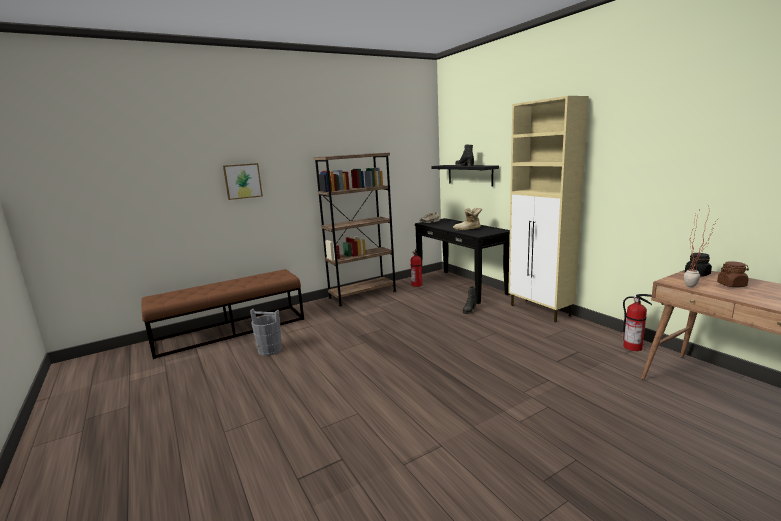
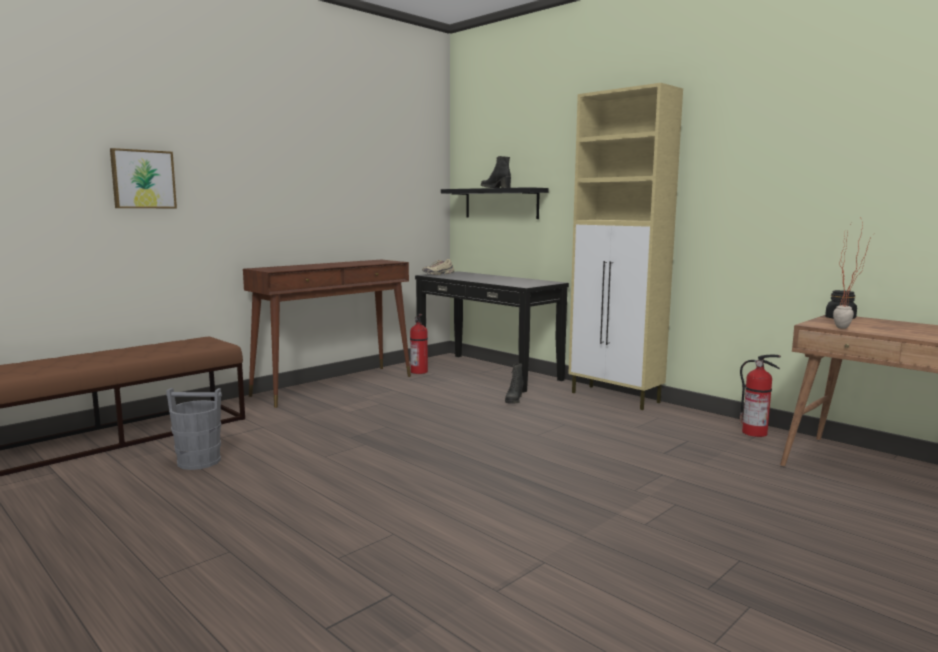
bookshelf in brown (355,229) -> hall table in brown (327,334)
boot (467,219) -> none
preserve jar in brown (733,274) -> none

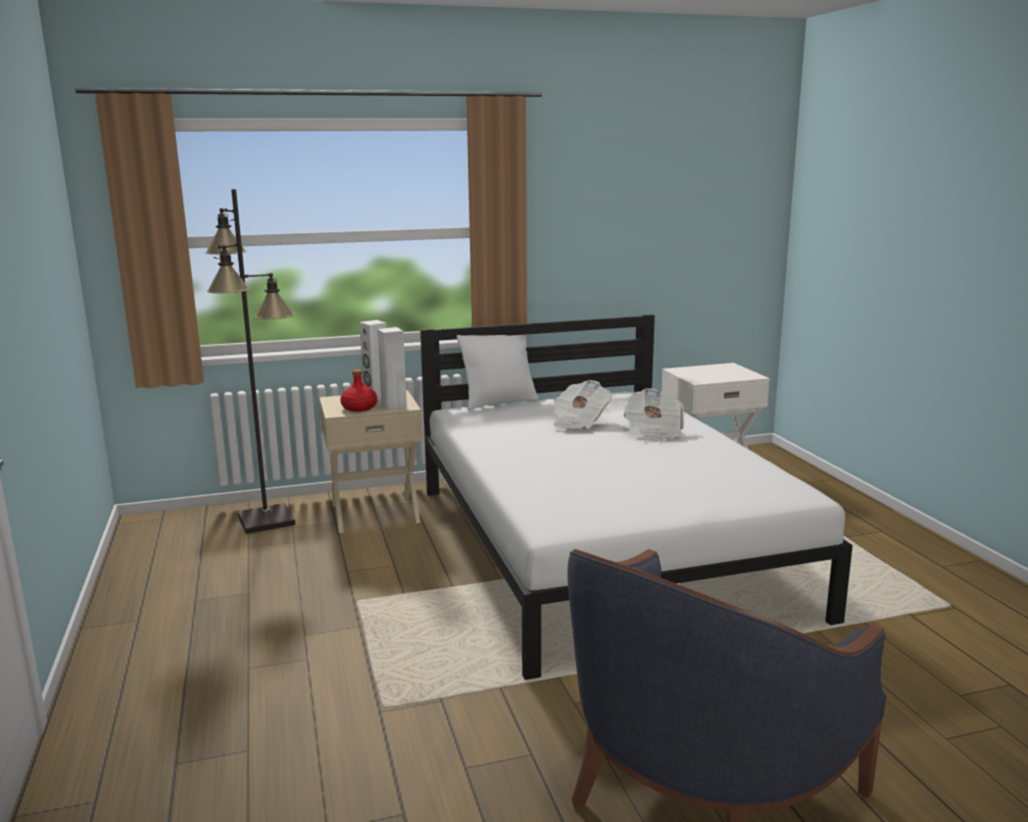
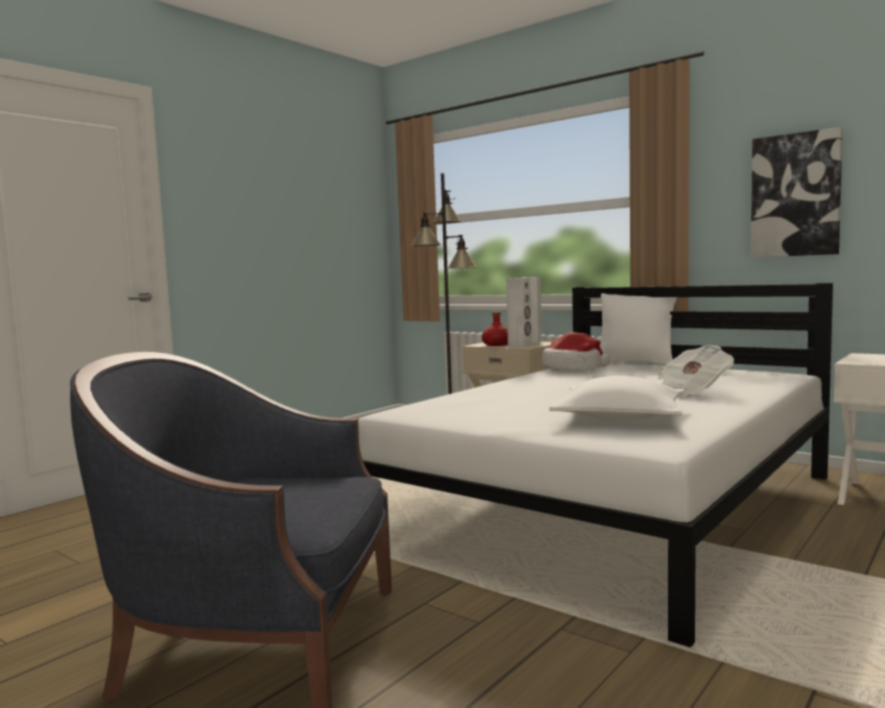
daily paper (582,404) -> none
none -> clothing hat (576,351)
none -> pillow in white (617,398)
none -> picture (797,192)

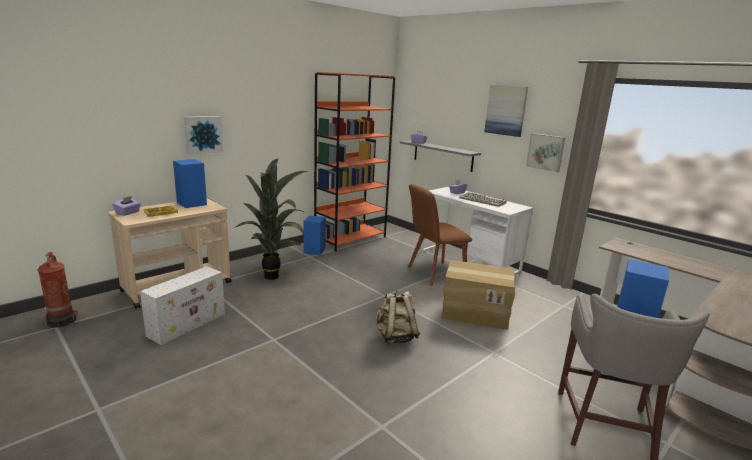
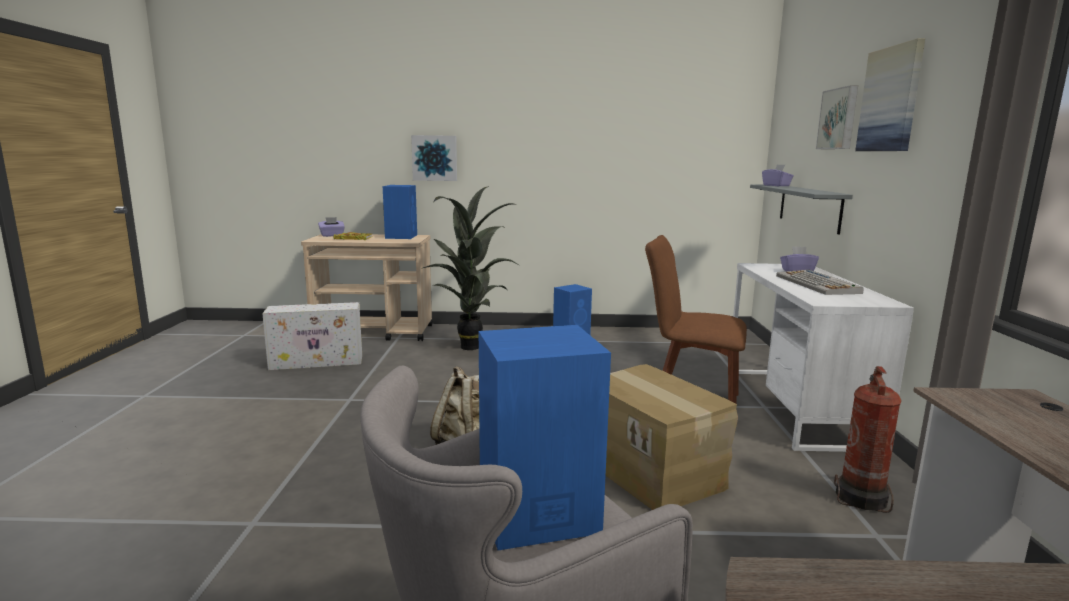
extinguisher (58,290) -> extinguisher (868,439), move
bookshelf in orange (354,161) -> none
picture (546,152) -> picture (837,117), move

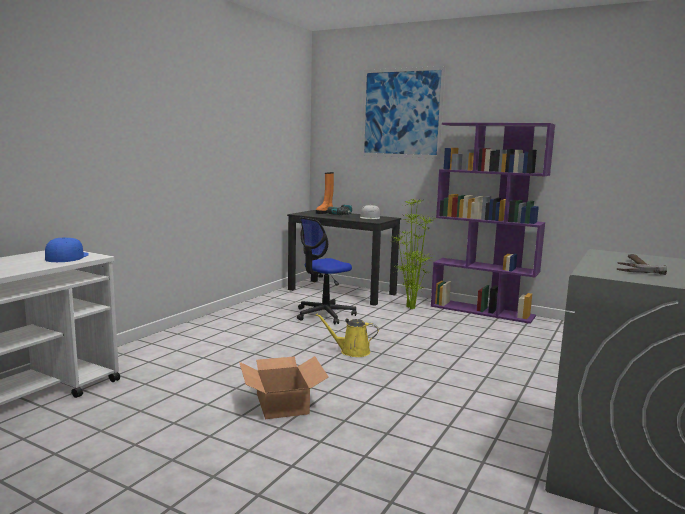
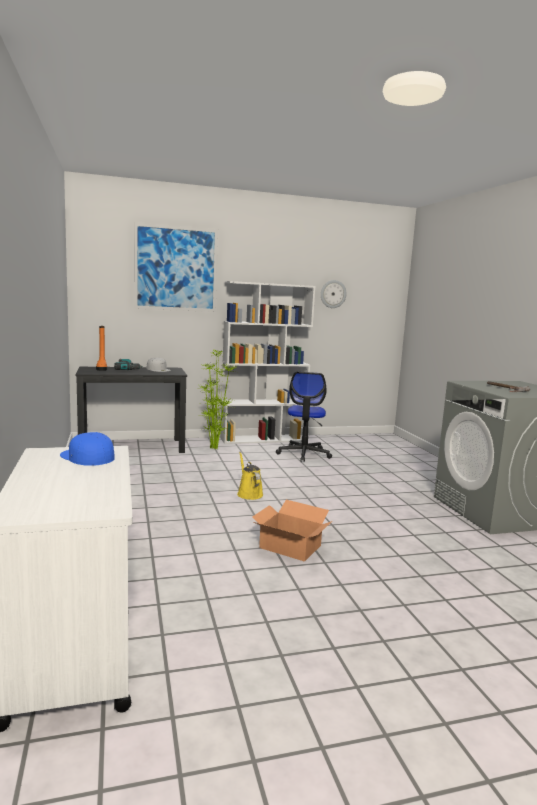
desk chair (327,270) -> desk chair (304,417), move
watering can in yellowish (347,335) -> watering can in yellowish (250,476), 105 degrees clockwise
bookshelf in purplish (493,223) -> bookshelf in white (267,362)
none -> hanging clock (333,294)

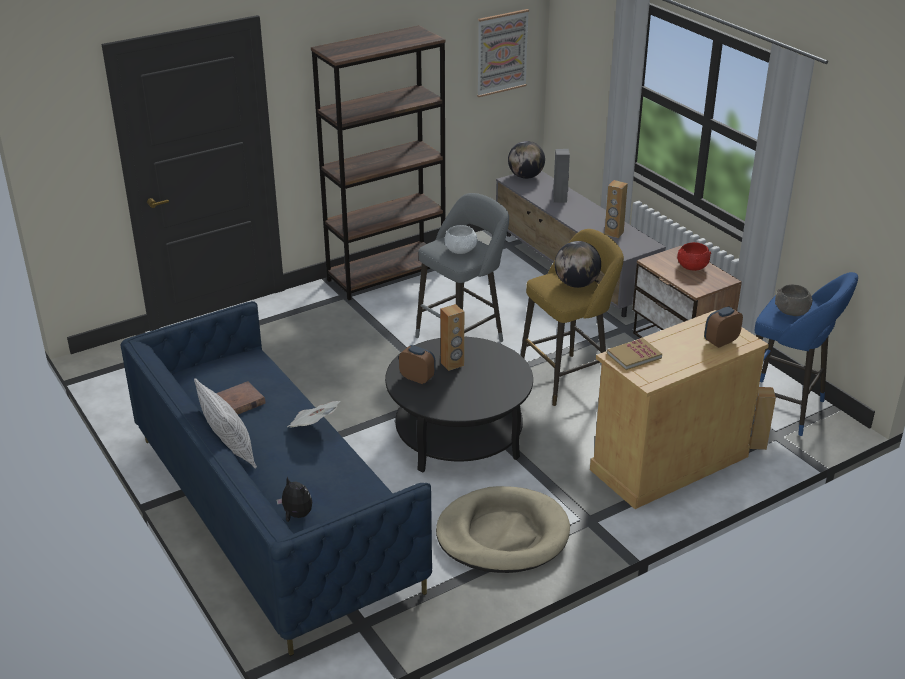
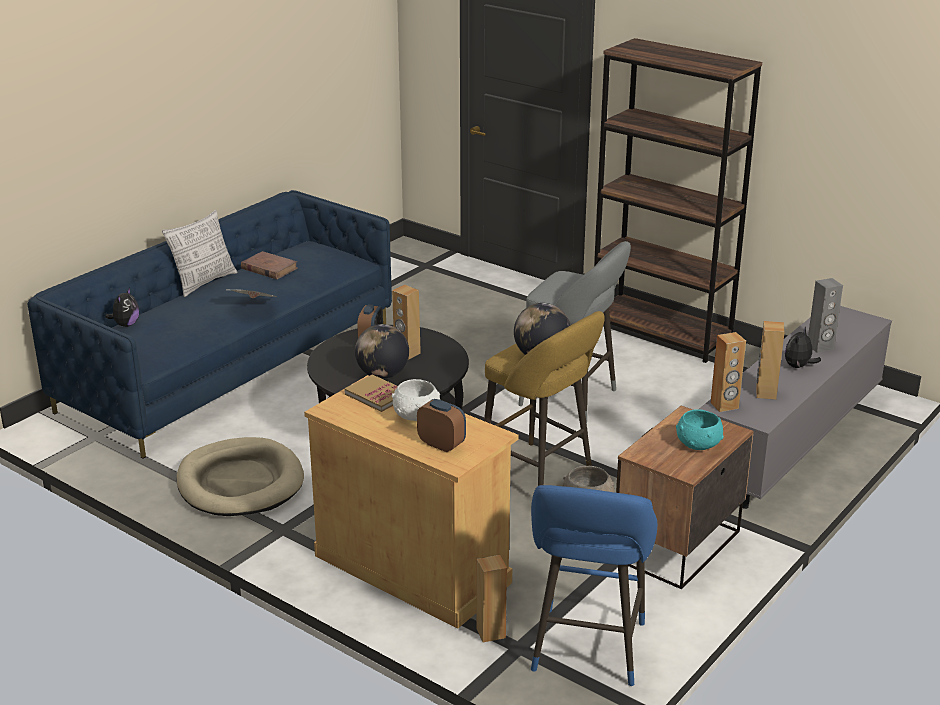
deep dish in white (461,239) -> deep dish in white (416,400), move
picture (503,53) -> none
desk globe (526,160) -> desk globe (382,351), move
deep dish in red-coloured (694,256) -> deep dish in turquoise-coloured (700,430)
none -> audio speaker in brown (728,372)
none -> cuddly toy (803,347)

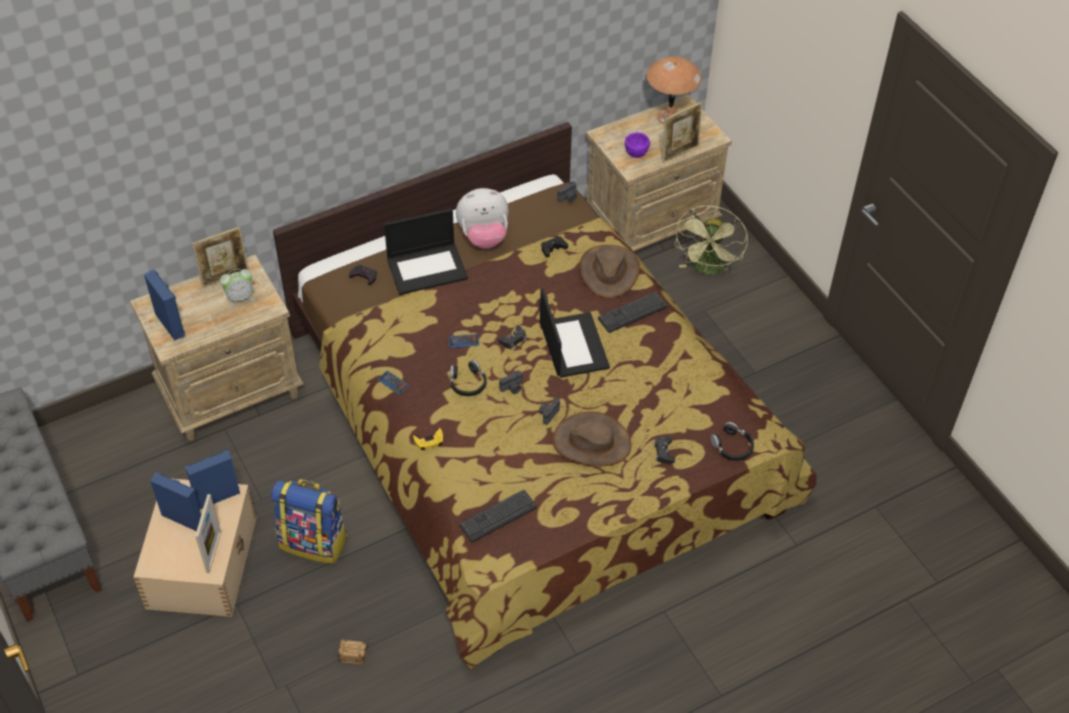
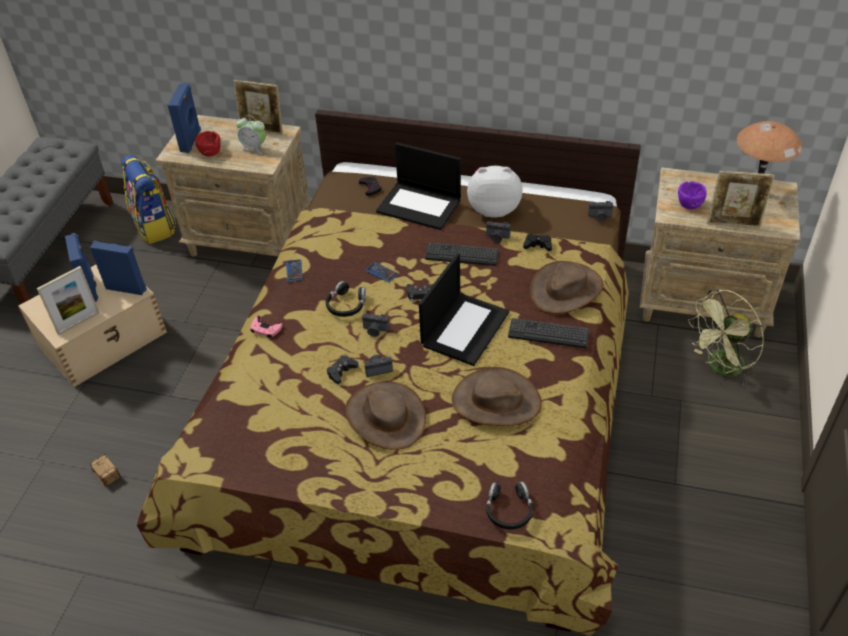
rucksack (309,521) -> rucksack (148,199), move
game controller in yellowish (428,439) -> game controller in pink (266,327)
cuddly toy (482,218) -> cuddly toy (495,192), 150 degrees clockwise
computer keyboard (498,516) -> computer keyboard (462,254), move
game controller in blackish (664,450) -> game controller in blackish (343,369), move
none -> deep dish in red-coloured (208,144)
none -> clothing hat in brown (497,396)
none -> still camera (498,232)

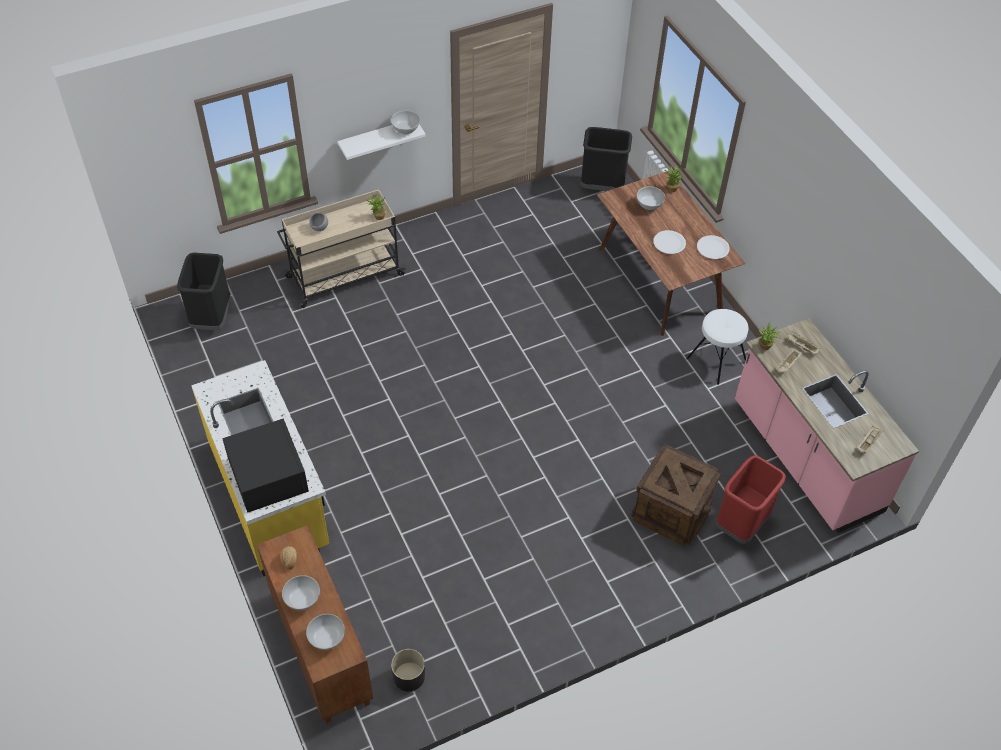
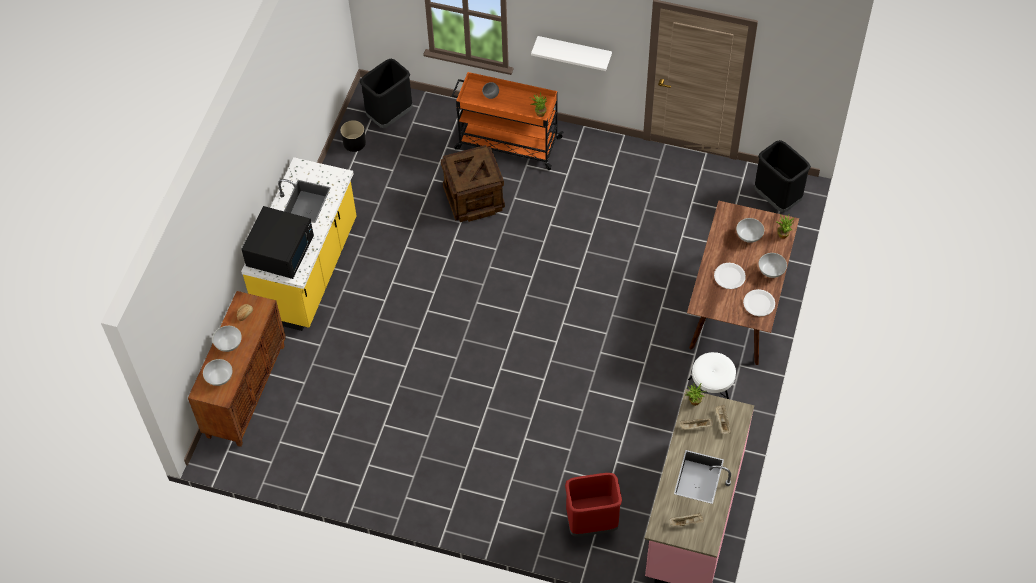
cart in sand-coloured (341,248) -> cart in orange (508,121)
deep dish in white (405,122) -> deep dish in white (773,265), move
planter in blackish (408,670) -> planter in blackish (353,136), move
packing crate (676,495) -> packing crate (473,183), move

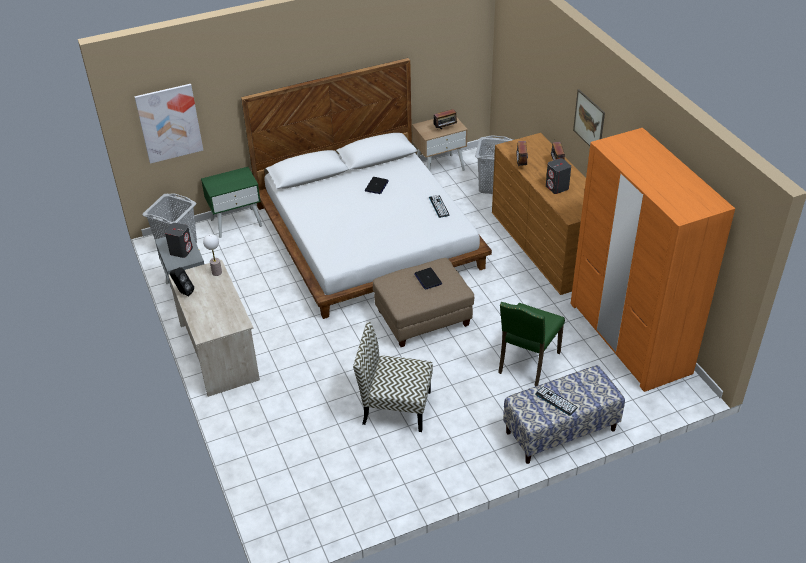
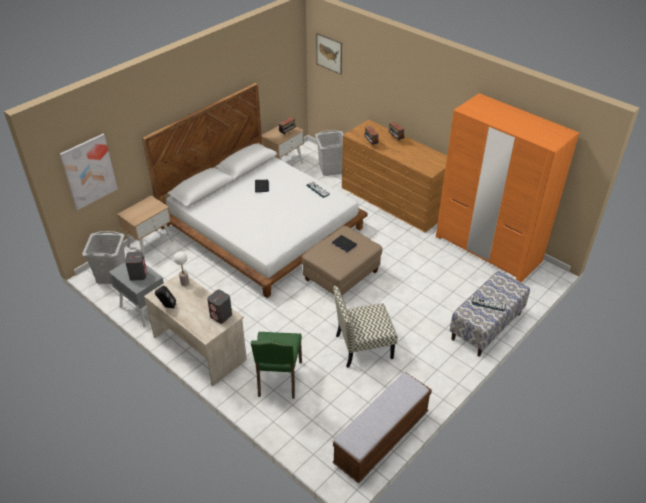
bedside table in green-coloured (231,202) -> bedside table in sand-coloured (145,227)
upright chair in green-coloured (531,344) -> upright chair in green-coloured (276,365), move
audio speaker in grey (558,176) -> audio speaker in grey (219,306), move
picture (589,117) -> picture (329,54), move
none -> bench (382,427)

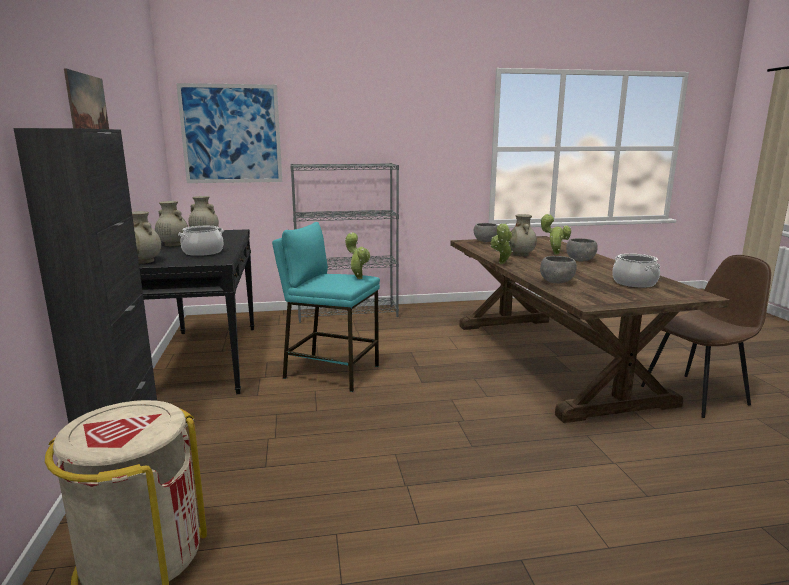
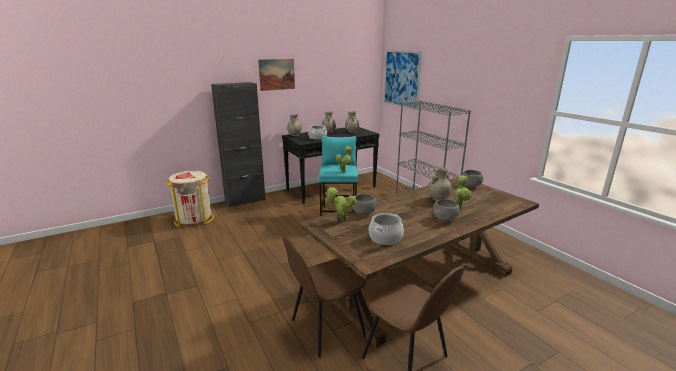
plant in a pot (501,243) -> plant in a pot (340,204), move
none -> upright chair in brown (324,296)

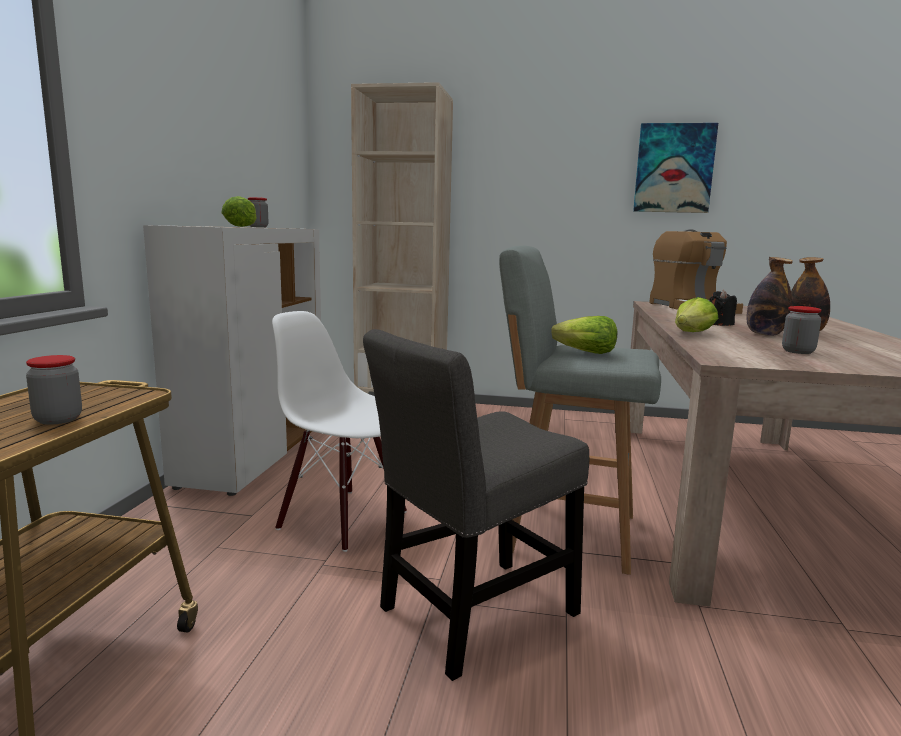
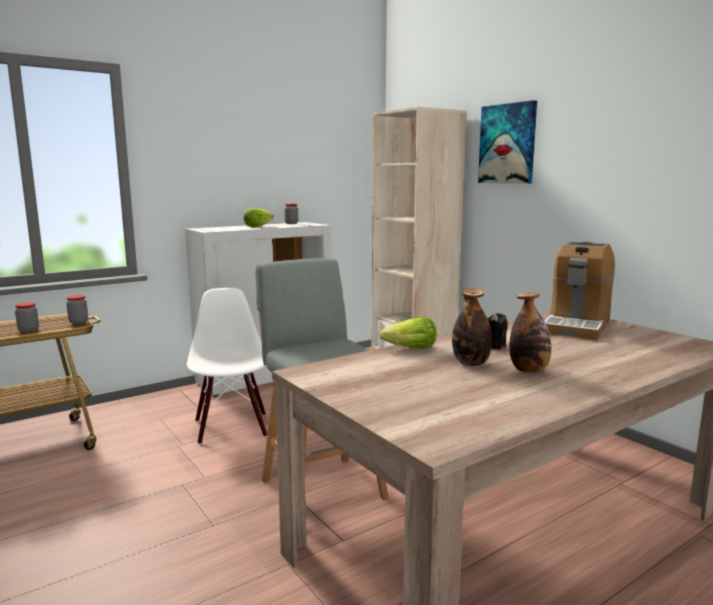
upright chair in grey (476,505) -> none
lettuce head (584,335) -> none
picture (675,168) -> picture (507,142), move
preserve jar (802,330) -> preserve jar (77,309), move

